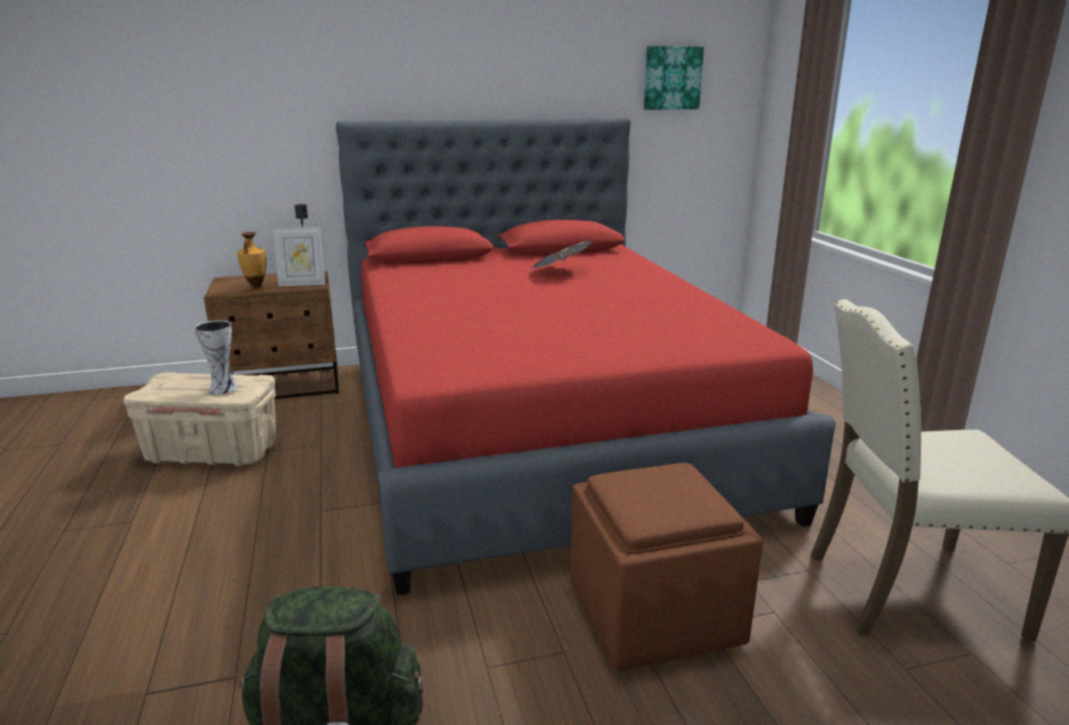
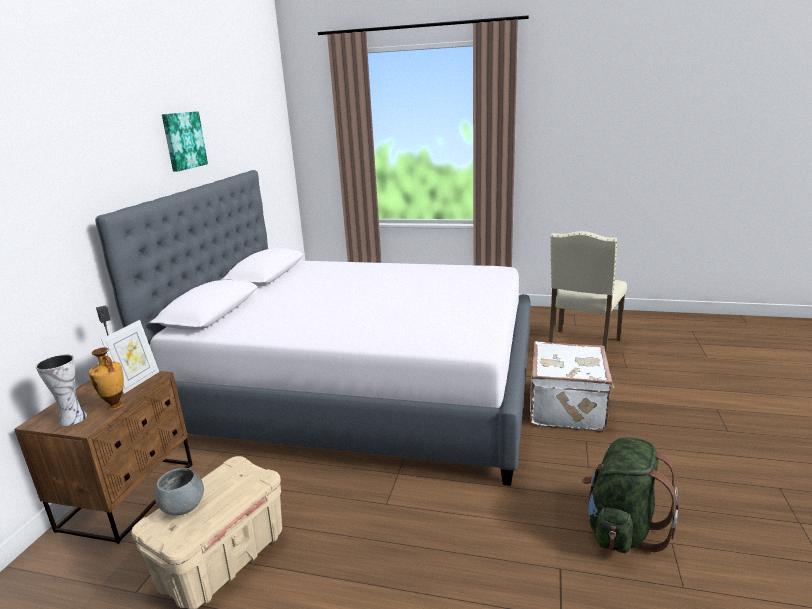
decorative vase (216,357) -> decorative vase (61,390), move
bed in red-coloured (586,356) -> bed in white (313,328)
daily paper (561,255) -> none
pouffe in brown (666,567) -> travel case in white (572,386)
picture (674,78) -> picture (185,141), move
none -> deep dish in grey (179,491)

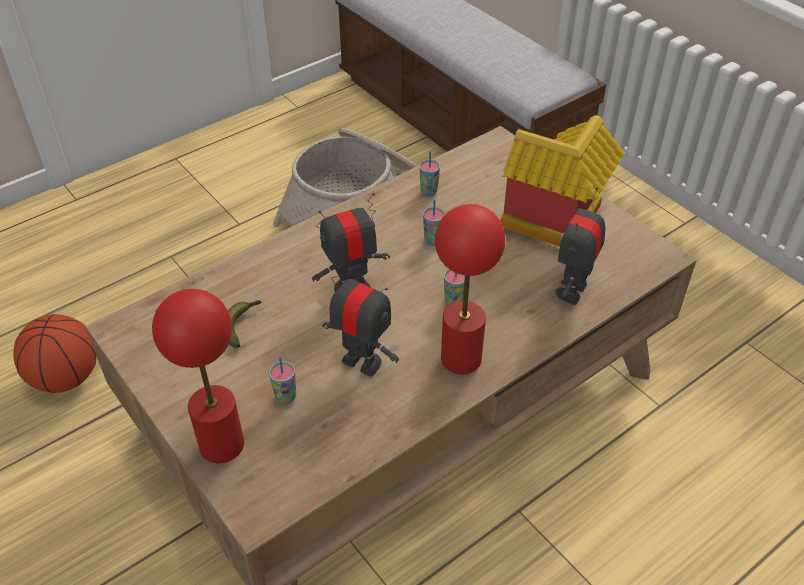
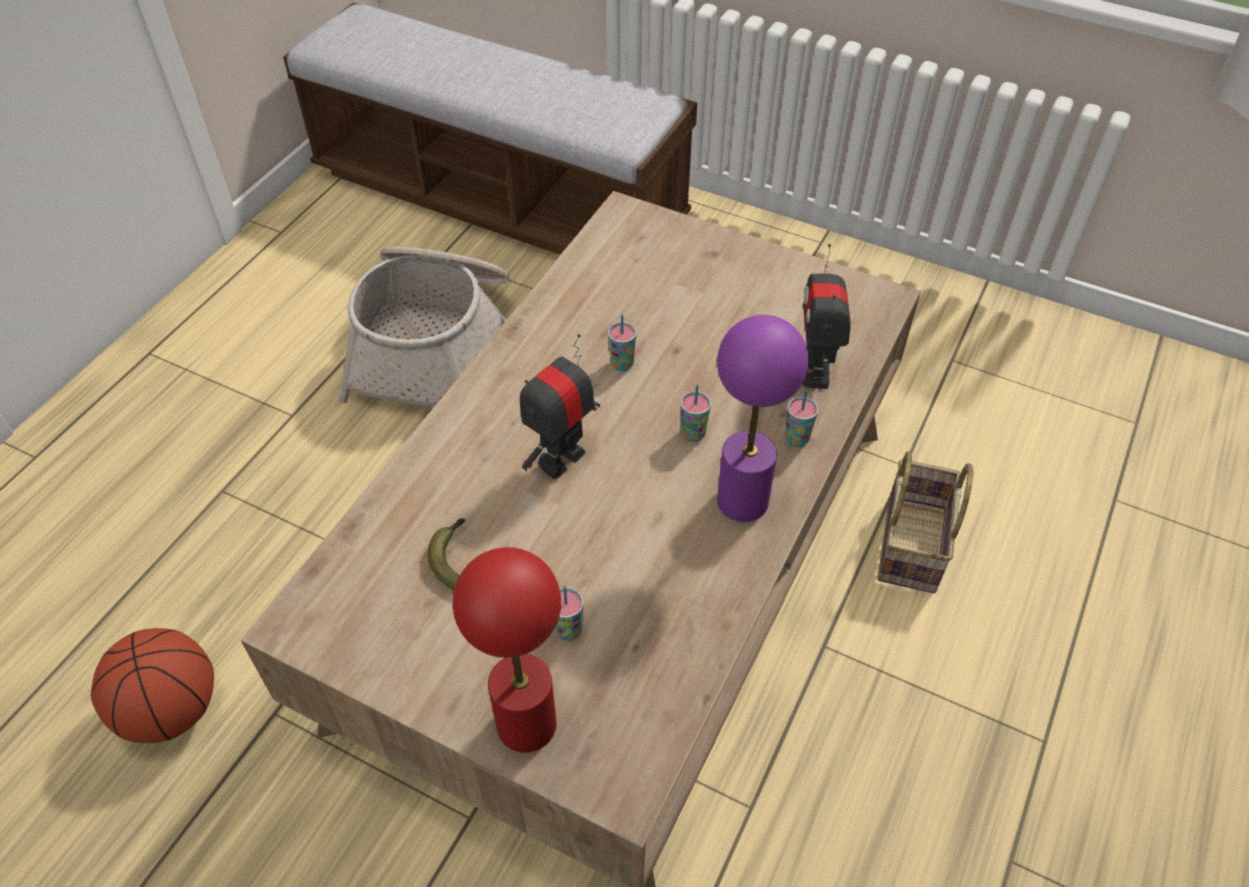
model robot (360,321) -> none
drinking cup (429,174) -> drinking cup (801,418), move
lamp for a table in red-coloured (470,289) -> lamp for a table in purplish (762,418)
model house (563,181) -> none
none -> storage basket (925,522)

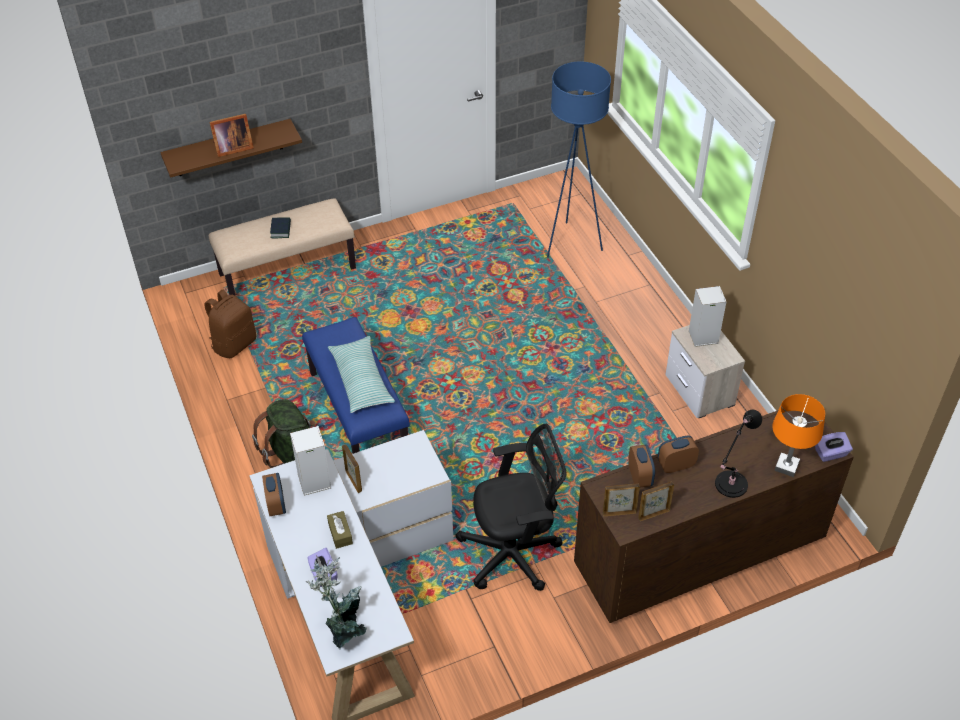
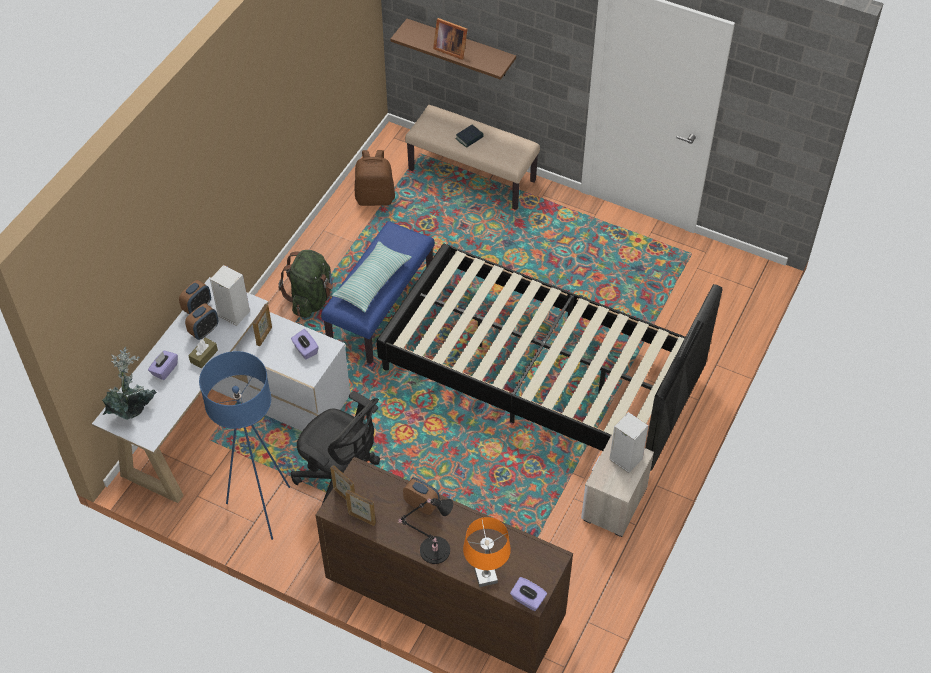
standard lamp in bluish (579,160) -> standard lamp in bluish (244,445), move
table clock (641,466) -> table clock (201,321), move
none -> box of tissues in purplish (305,344)
none -> bed in blackish (549,357)

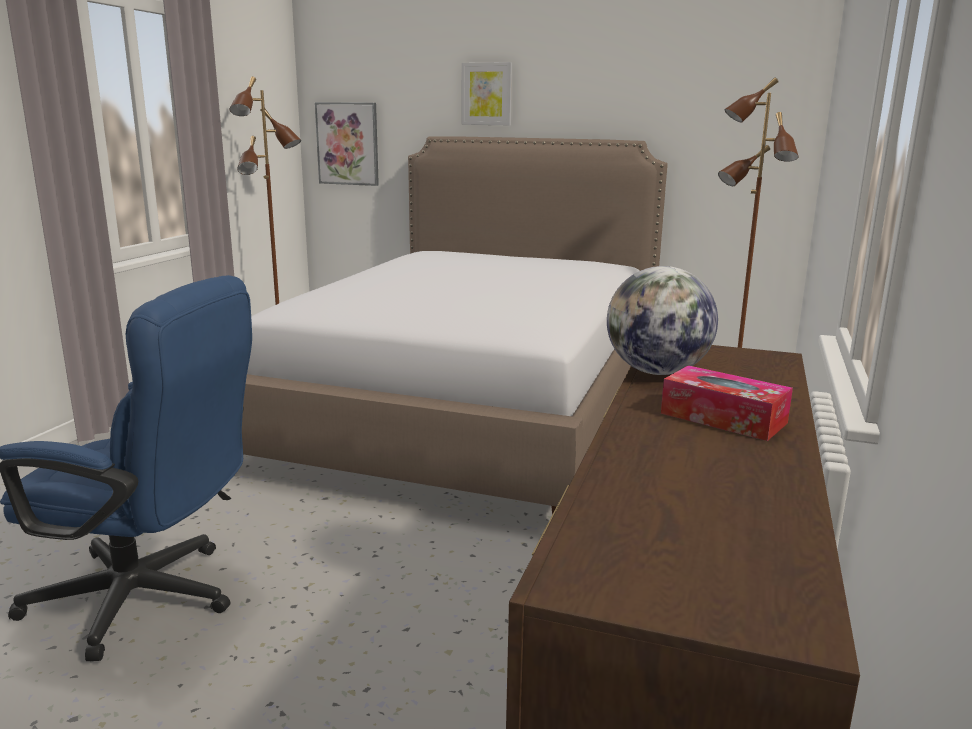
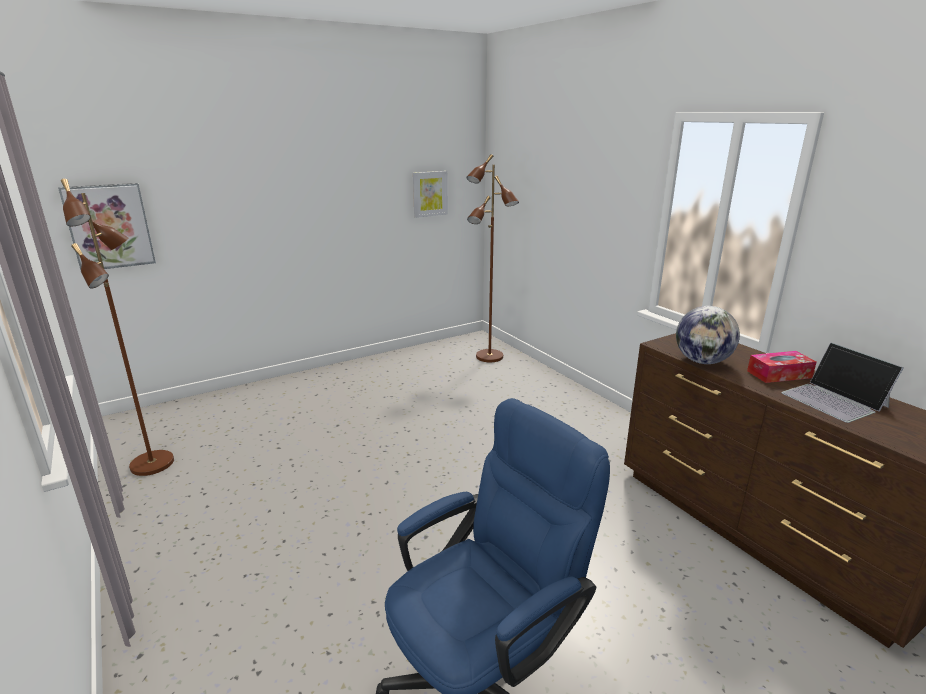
bed (455,325) -> none
picture (487,93) -> picture (430,194), move
none -> notebook computer (842,382)

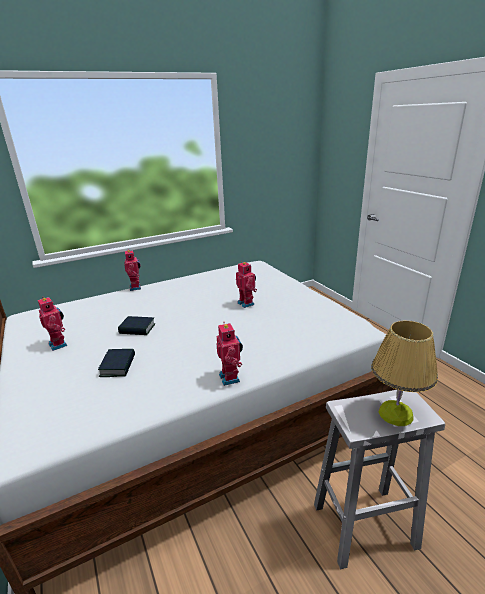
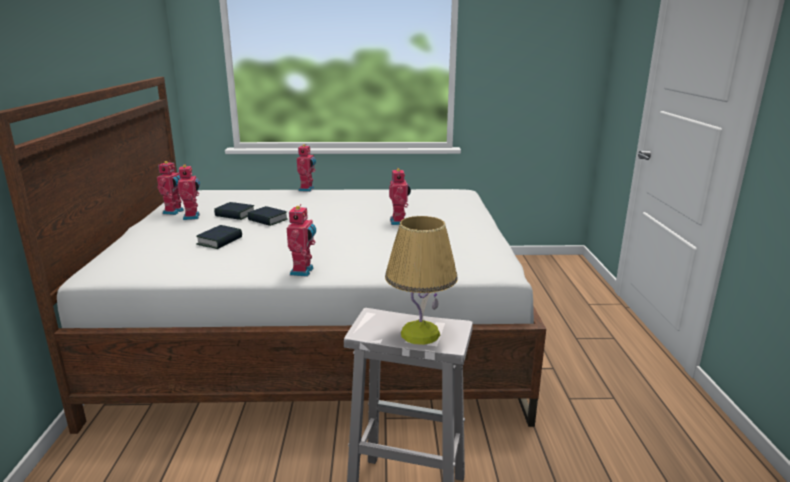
none -> model robot (170,188)
none -> volume (234,211)

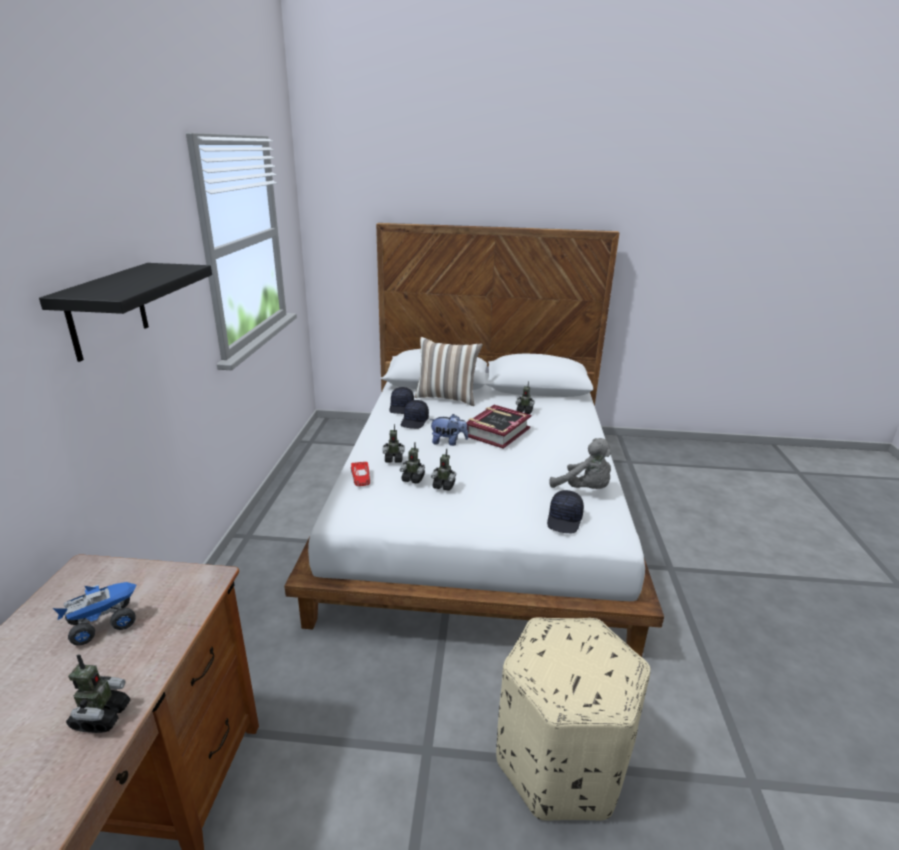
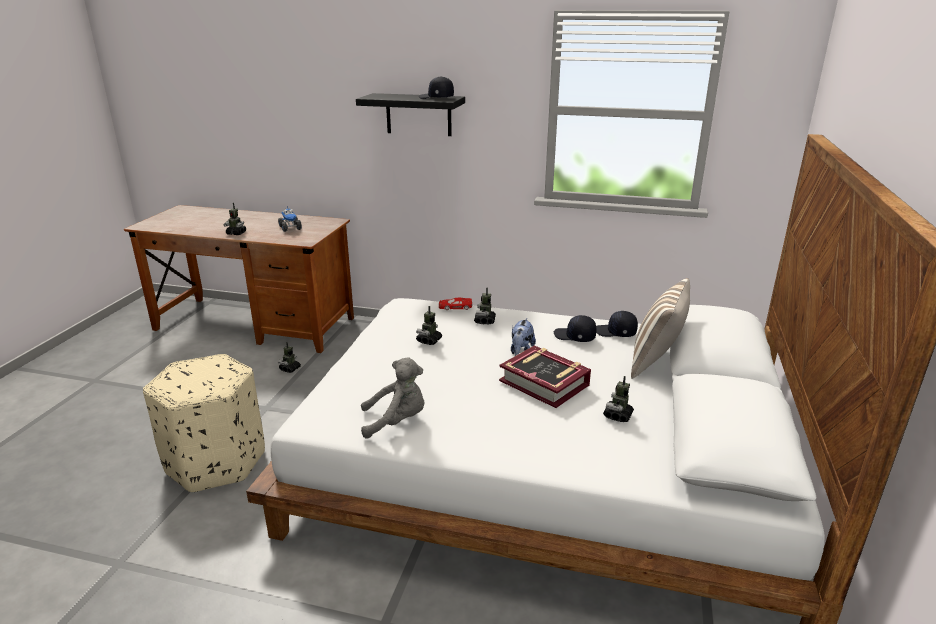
model robot (412,463) -> model robot (289,357), move
peaked cap in blackish (565,511) -> peaked cap in blackish (436,87), move
cuddly toy in grey (580,463) -> cuddly toy in grey (392,398), 150 degrees counterclockwise

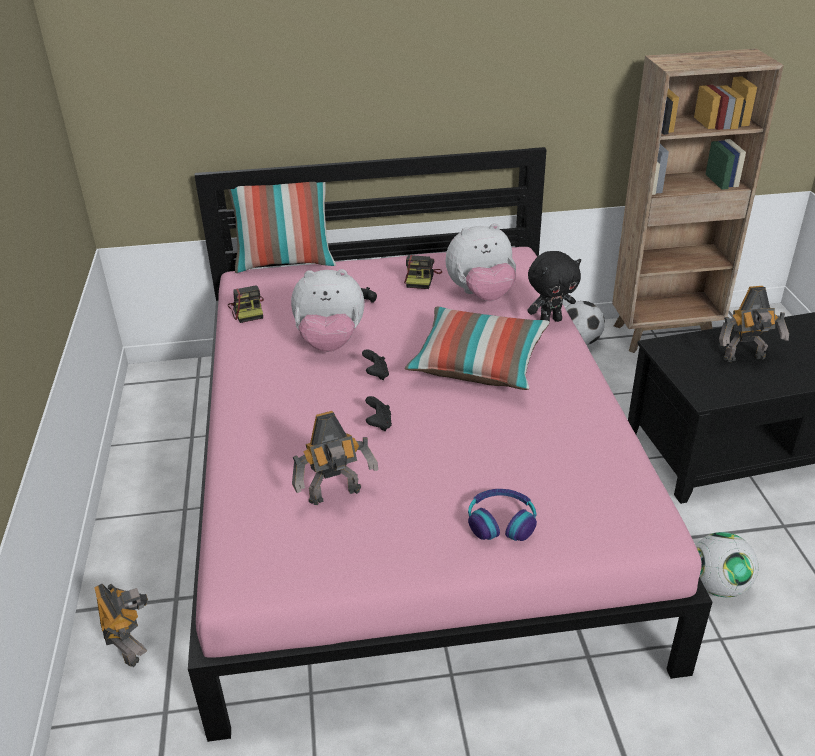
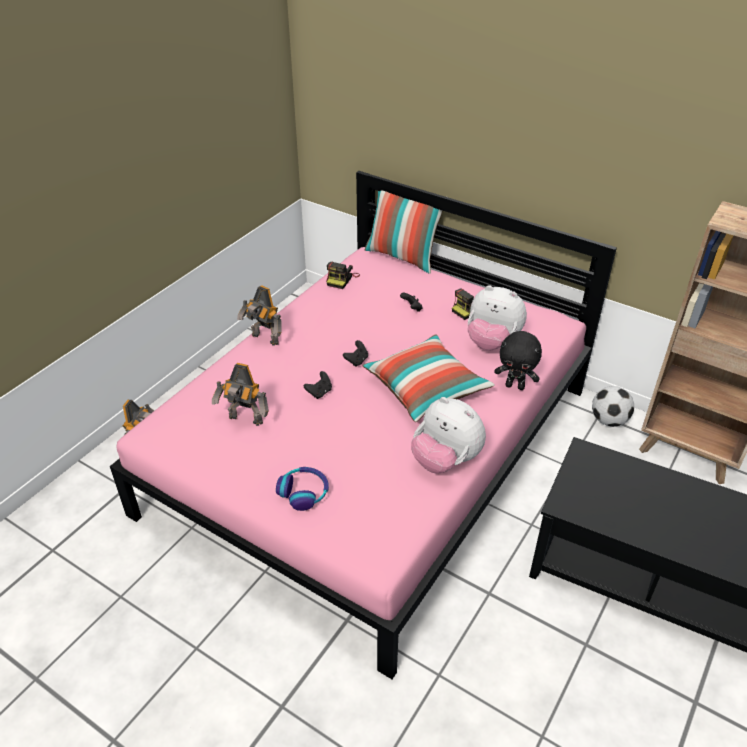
cuddly toy (328,310) -> cuddly toy (448,435), move
football ball (727,564) -> none
model robot (754,324) -> model robot (259,315), move

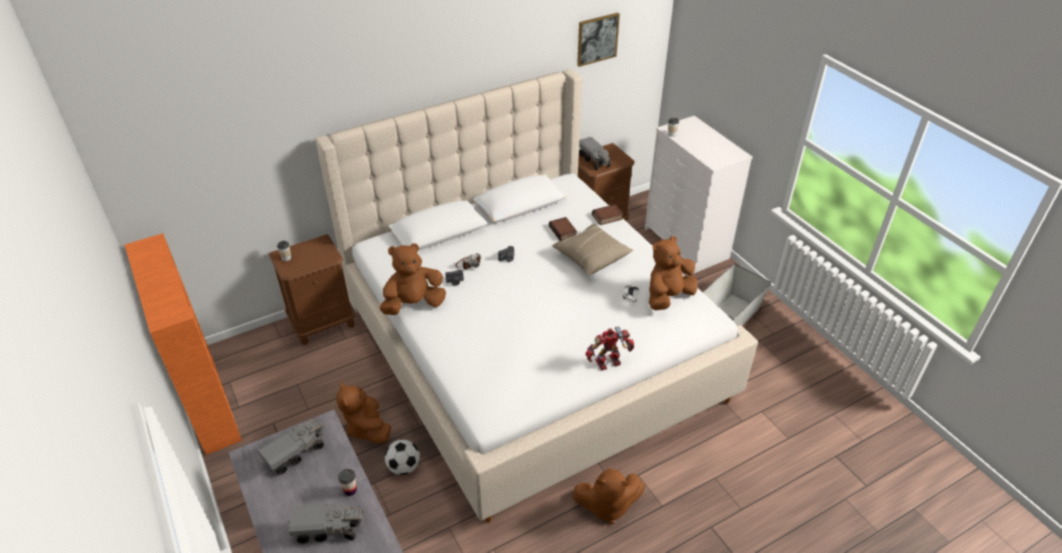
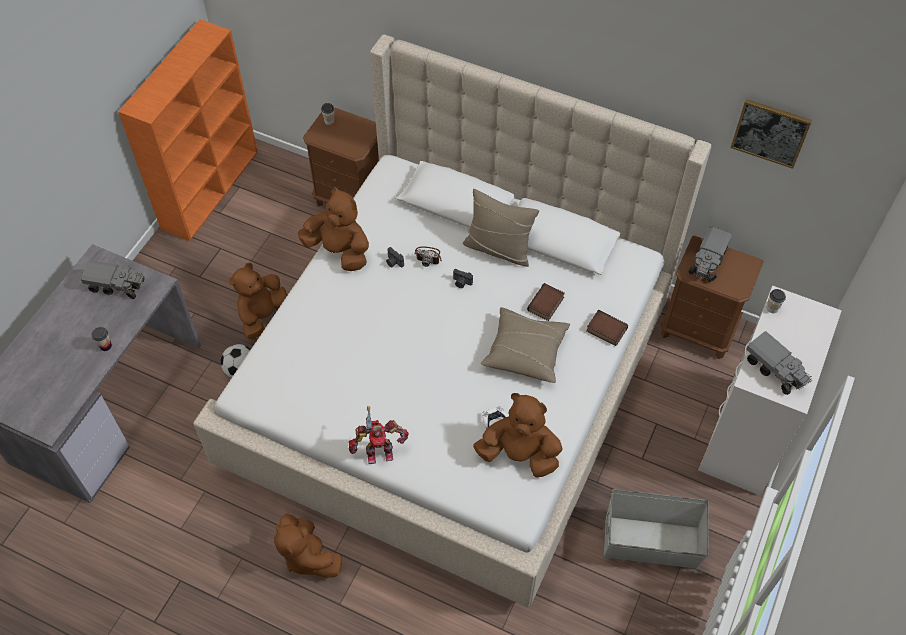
model truck (326,523) -> model truck (779,363), move
model robot (610,348) -> model robot (379,435), 135 degrees clockwise
none -> pillow in sand-coloured (501,228)

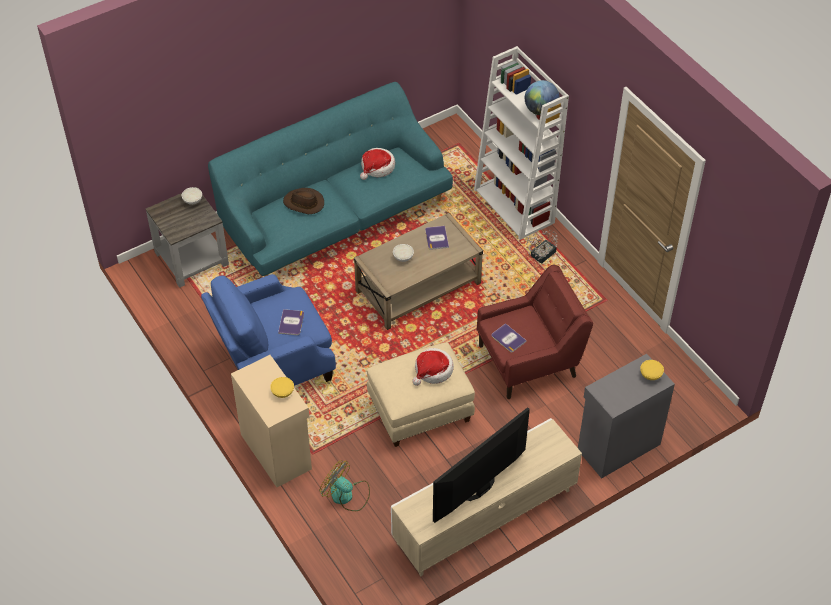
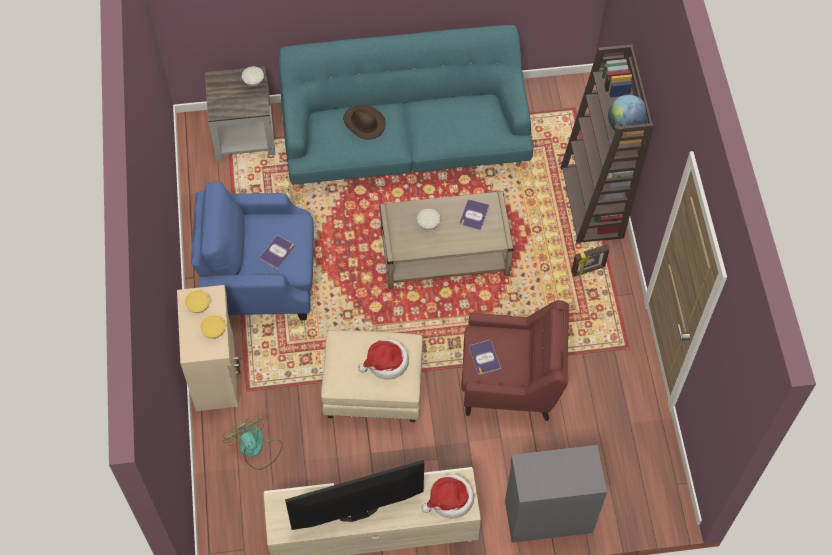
clothing hat (377,164) -> clothing hat (447,496), move
bookshelf in white (521,143) -> bookshelf in brown (606,143)
plant in a pot (542,247) -> picture frame (590,260)
deep dish in yellowish (652,370) -> deep dish in yellowish (197,301), move

